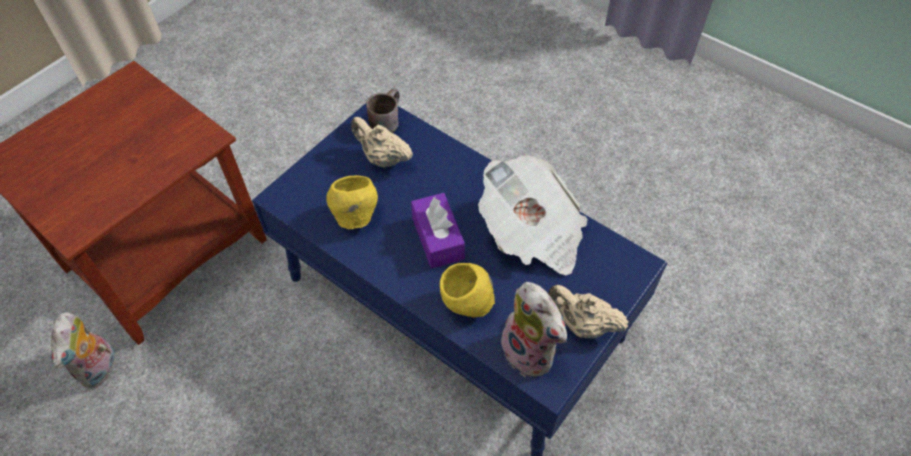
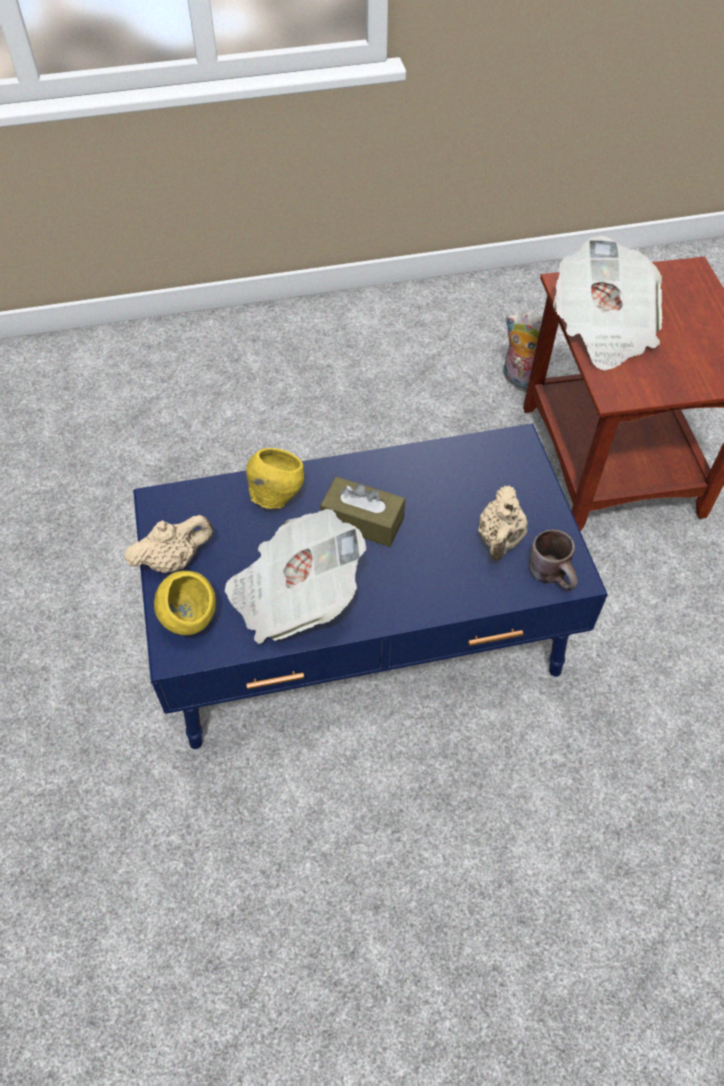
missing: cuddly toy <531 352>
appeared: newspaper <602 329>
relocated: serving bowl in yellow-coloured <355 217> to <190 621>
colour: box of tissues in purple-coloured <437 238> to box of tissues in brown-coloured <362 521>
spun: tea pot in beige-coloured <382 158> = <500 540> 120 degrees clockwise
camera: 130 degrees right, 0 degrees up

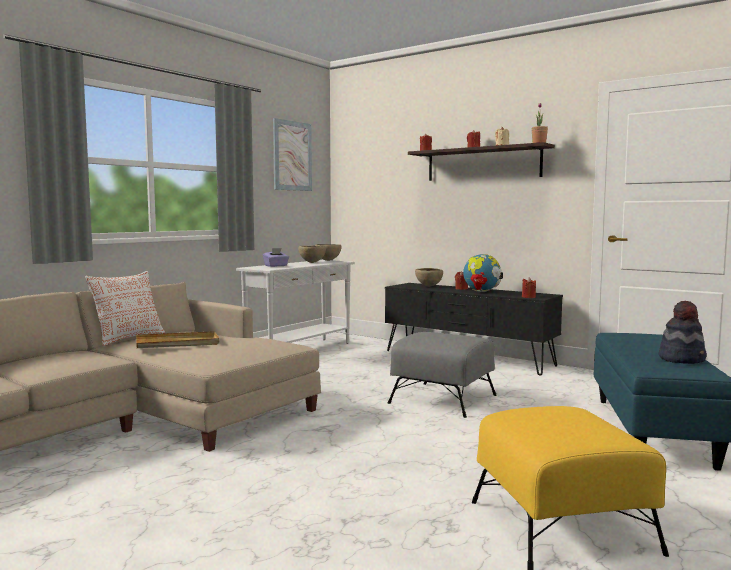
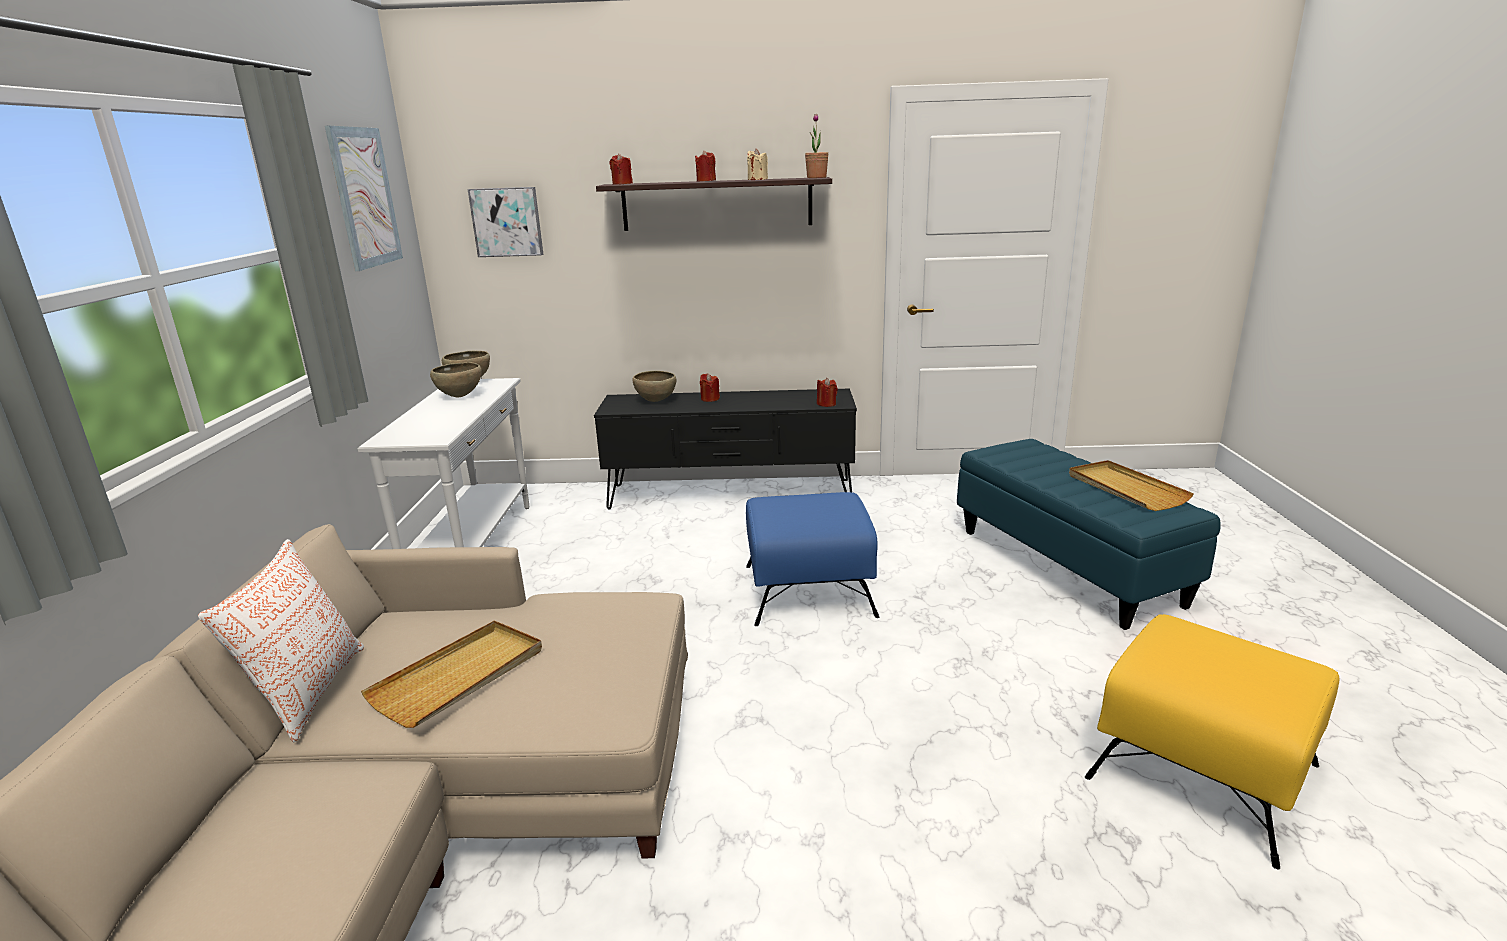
missing: box of tissues in purple-coloured <276 266>; world globe <481 292>
appeared: wall picture <507 222>
exchanged: hat <682 359> to serving tray in beige-coloured <1125 489>
colour: pouffe in greyish <443 399> to pouffe in blue <809 590>
camera: 35 degrees left, 15 degrees up

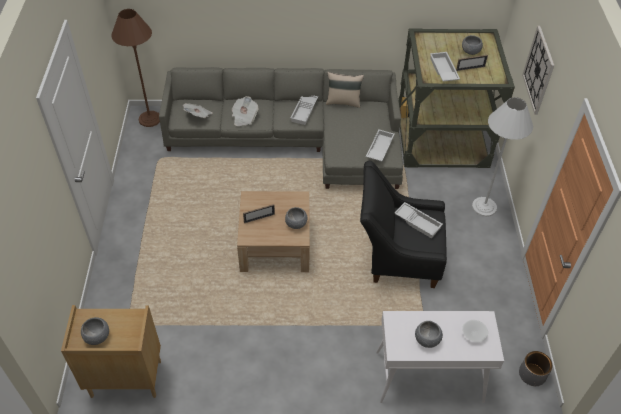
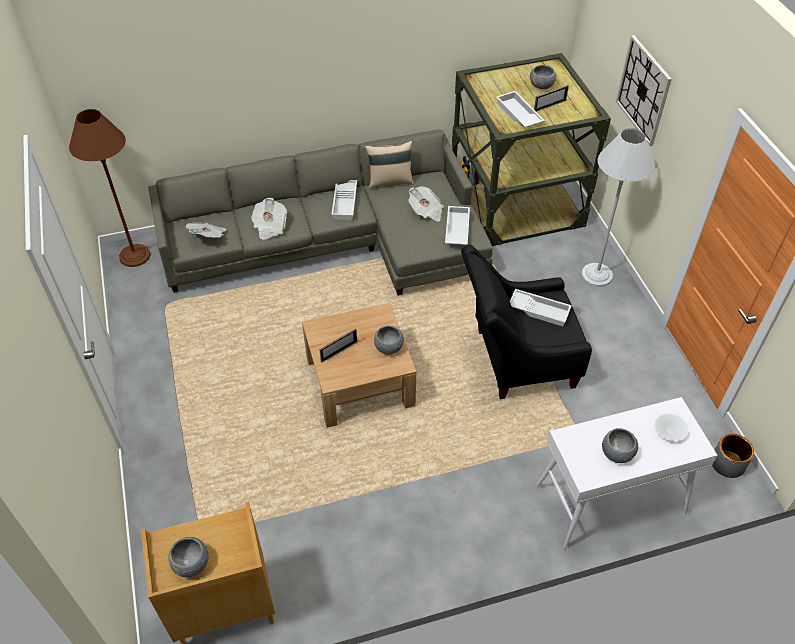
appeared: newspaper <426 211>
camera: 15 degrees left, 0 degrees up

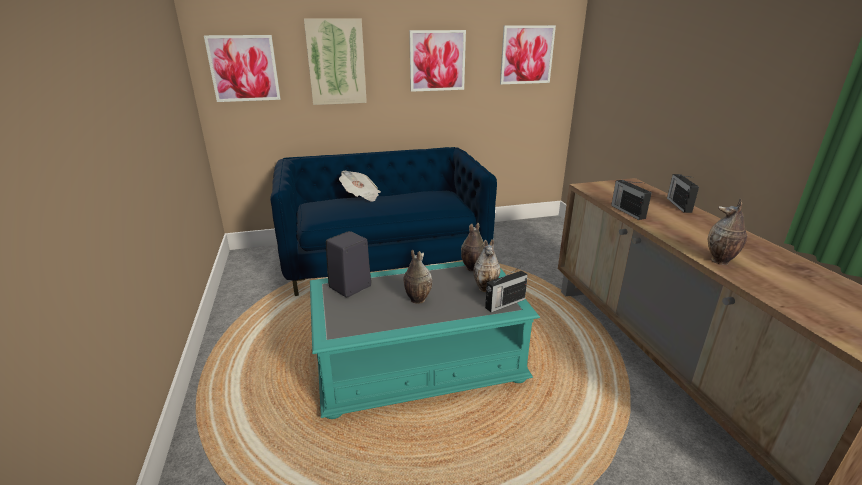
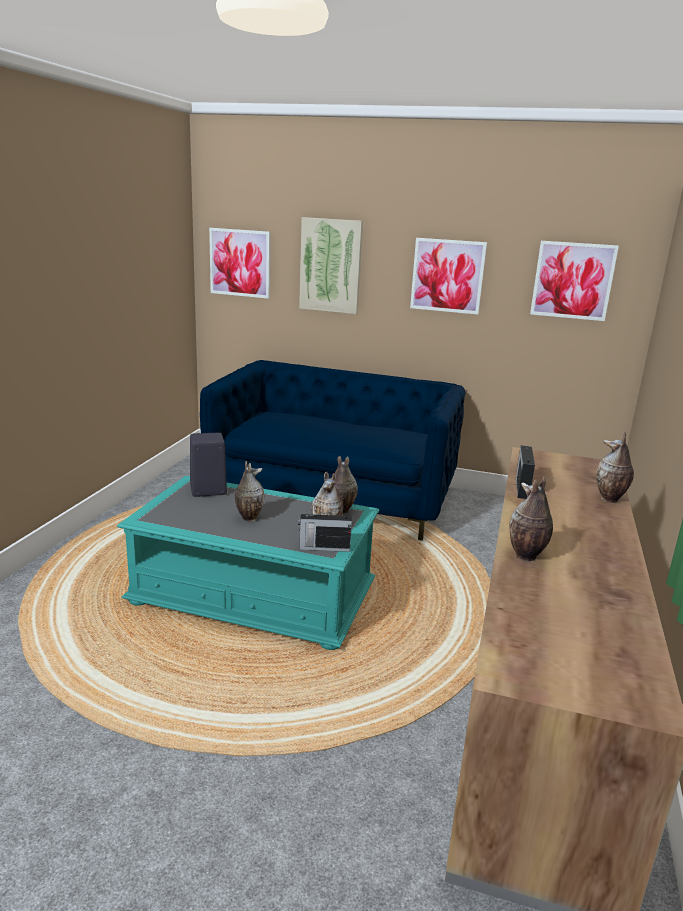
missing: newspaper <361 196>
exchanged: radio <678 205> to vase <609 499>
camera: 30 degrees right, 5 degrees down

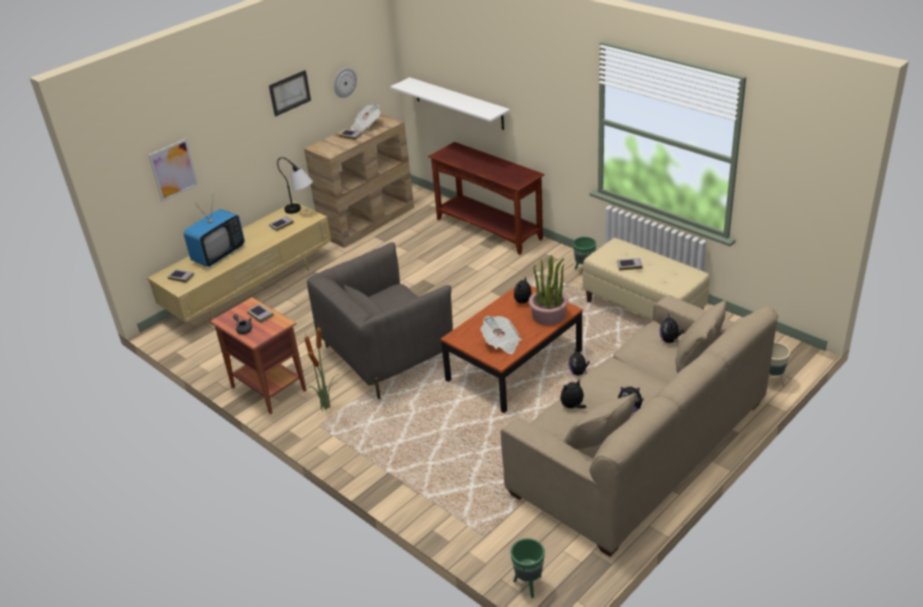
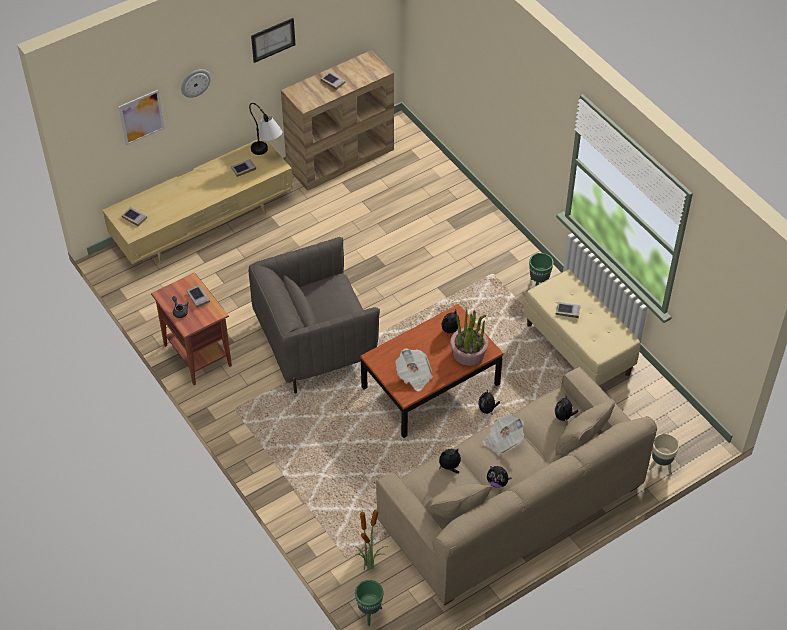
missing: wall shelf in whitish <458 103>; narrow table in brown-coloured <489 229>; TV set <218 255>
relocated: clock on the wall <344 82> to <195 82>; newspaper <366 126> to <502 441>; potted plant <326 406> to <370 566>
camera: 10 degrees right, 15 degrees up

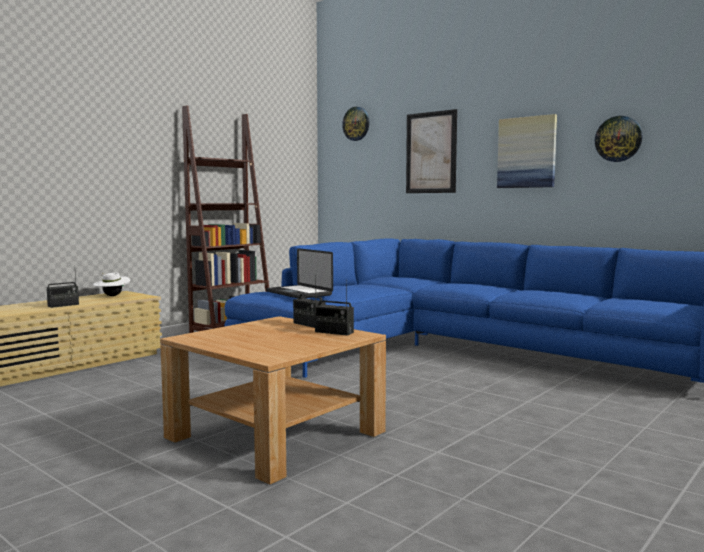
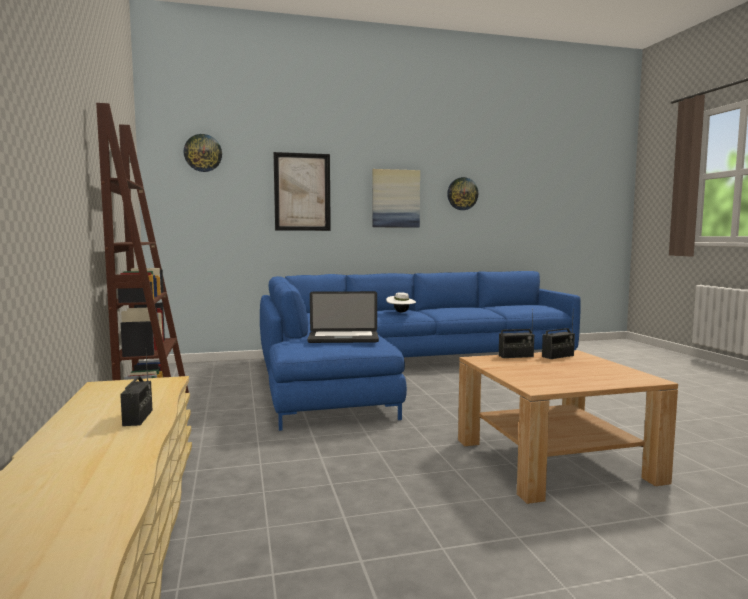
relocated: hat in whitish <112 296> to <401 312>
camera: 55 degrees left, 0 degrees up

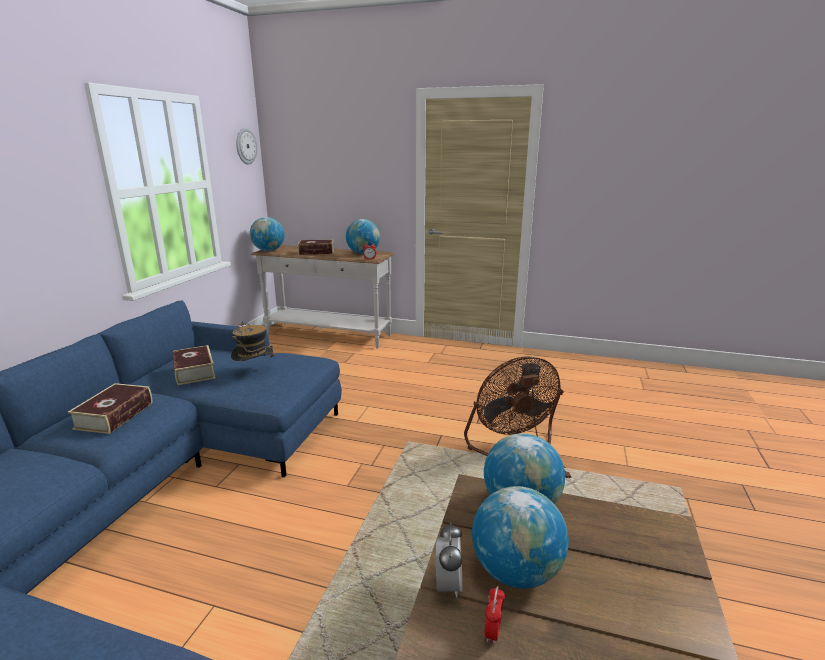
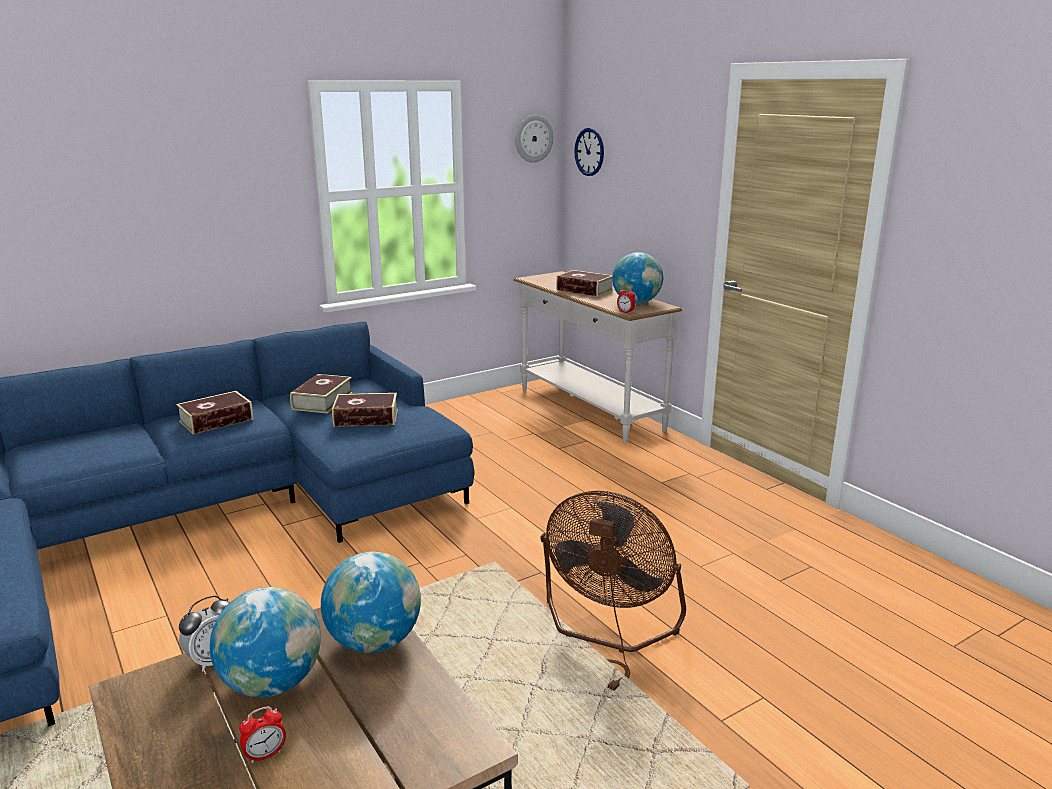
missing: world globe <268 250>
appeared: clock on the wall <589 152>
relocated: alarm clock <492 631> to <265 755>
exchanged: hat <254 372> to book <366 418>
camera: 40 degrees right, 0 degrees up

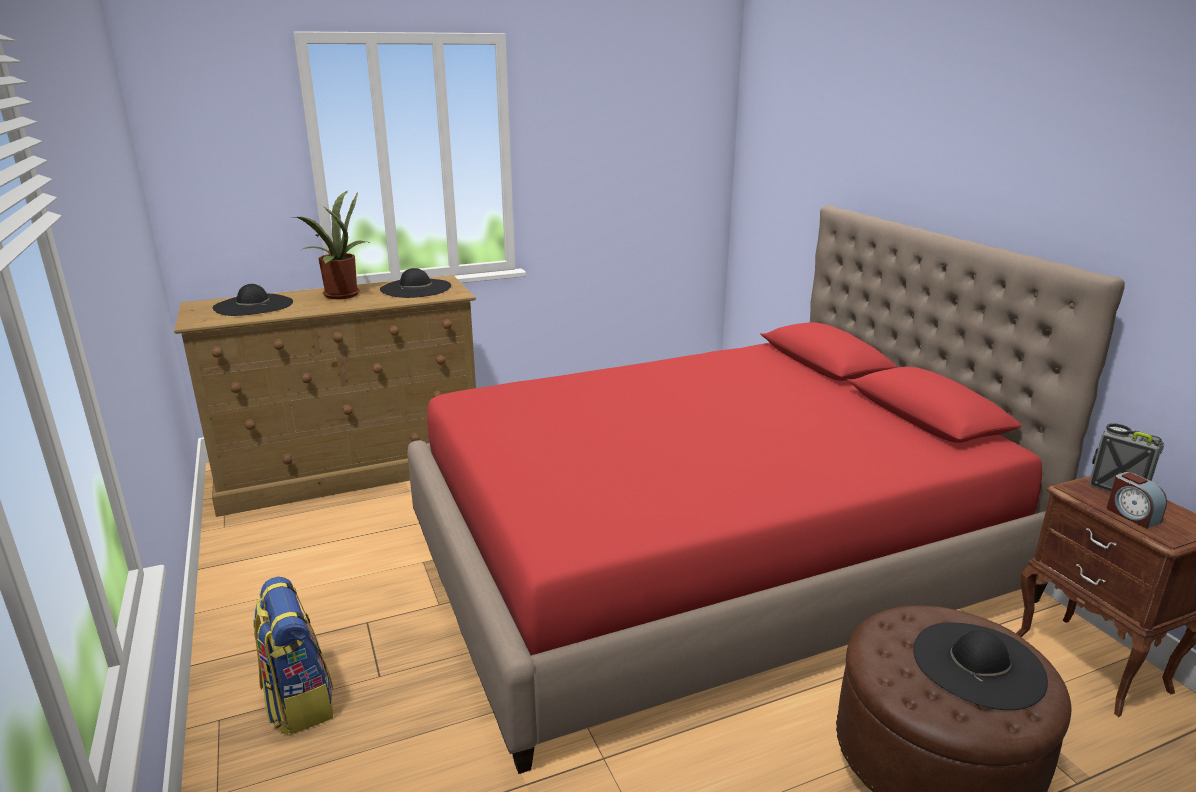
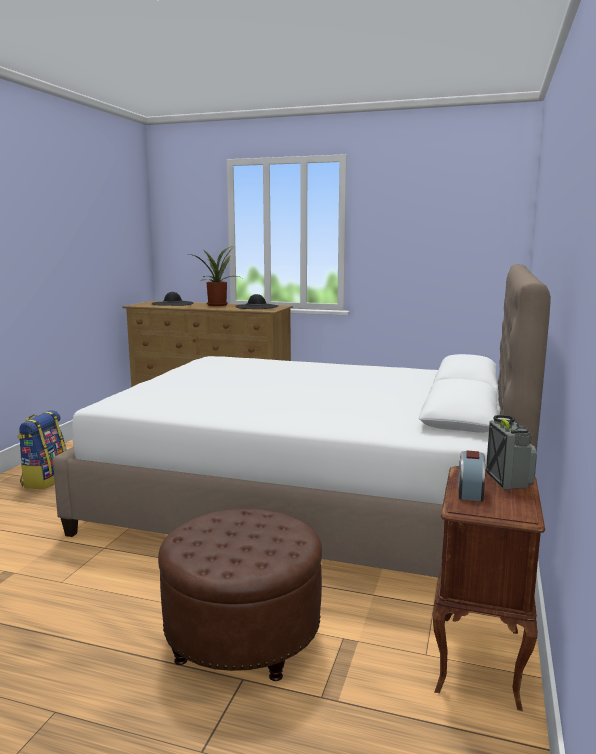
missing: hat in black <978 664>
colour: sleeping bed in reddish <708 561> to sleeping bed in whitish <311 503>
camera: 40 degrees right, 10 degrees down

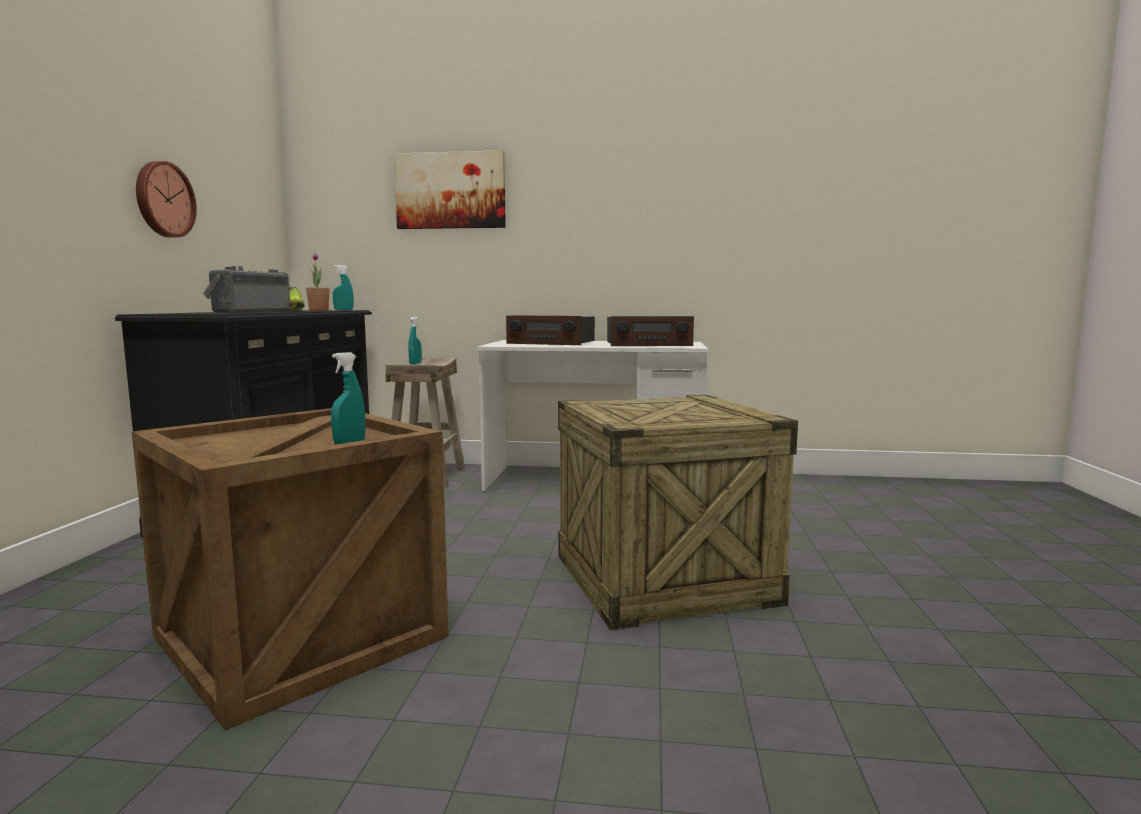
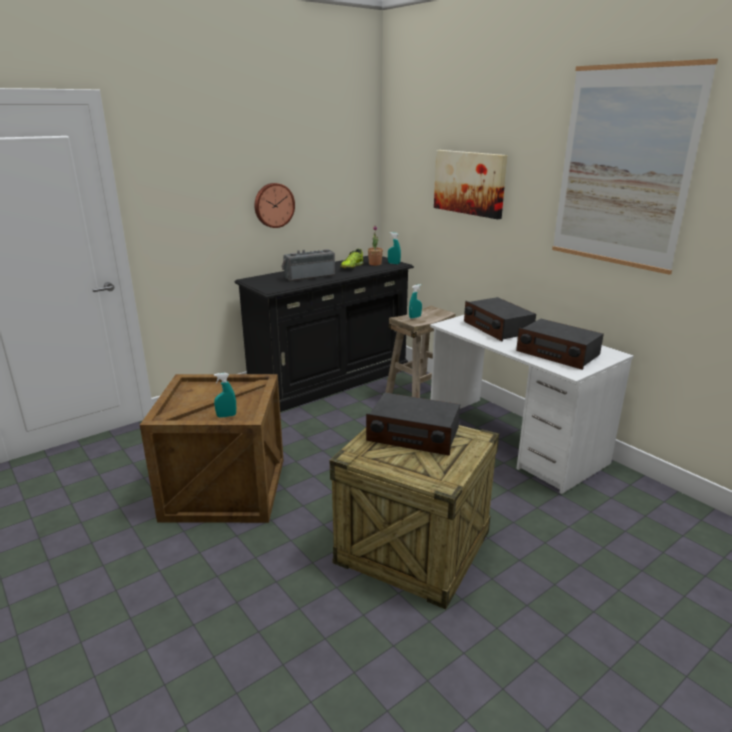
appeared: wall picture <623 168>; radio <413 435>
camera: 45 degrees right, 15 degrees up

